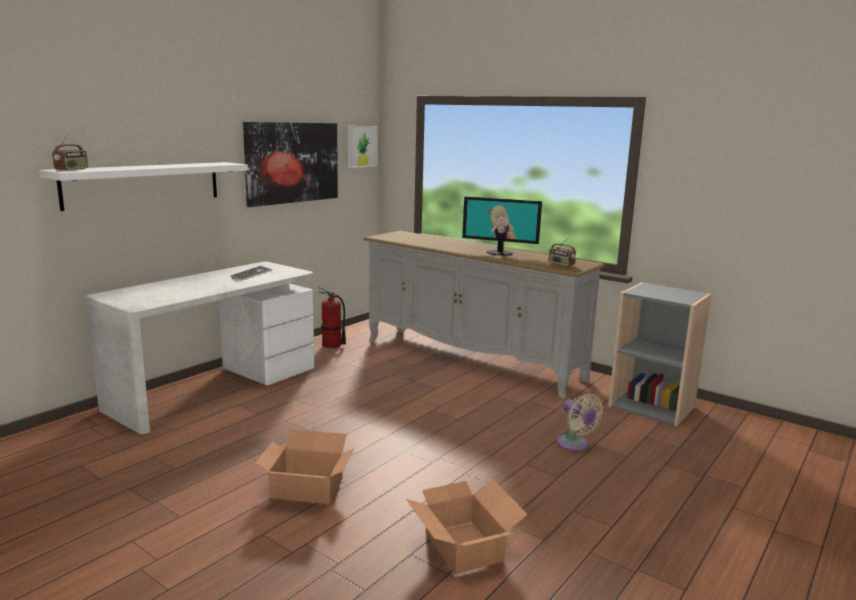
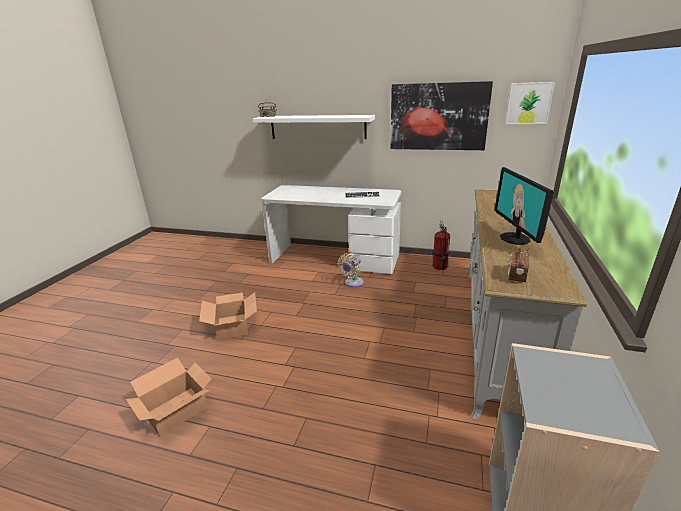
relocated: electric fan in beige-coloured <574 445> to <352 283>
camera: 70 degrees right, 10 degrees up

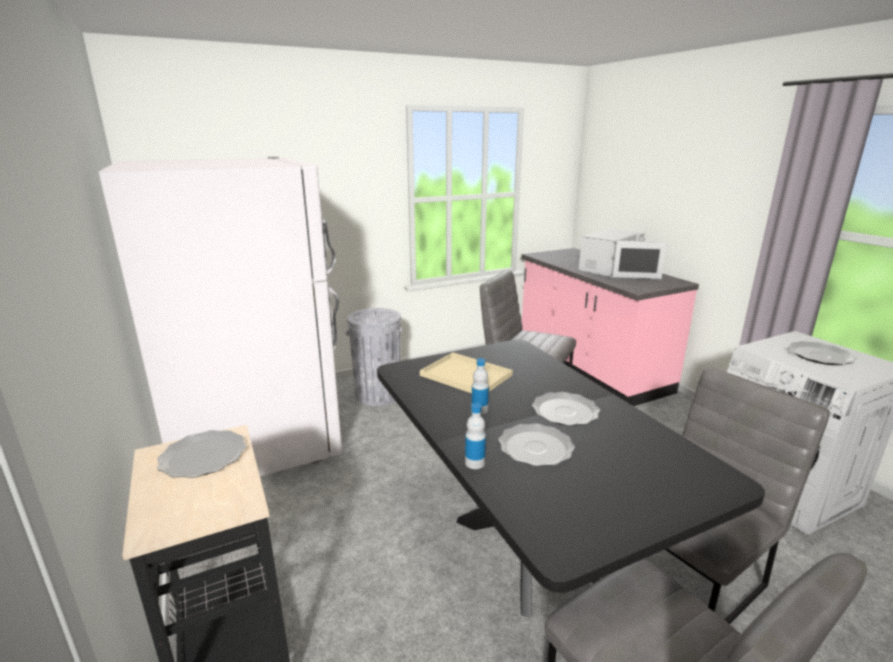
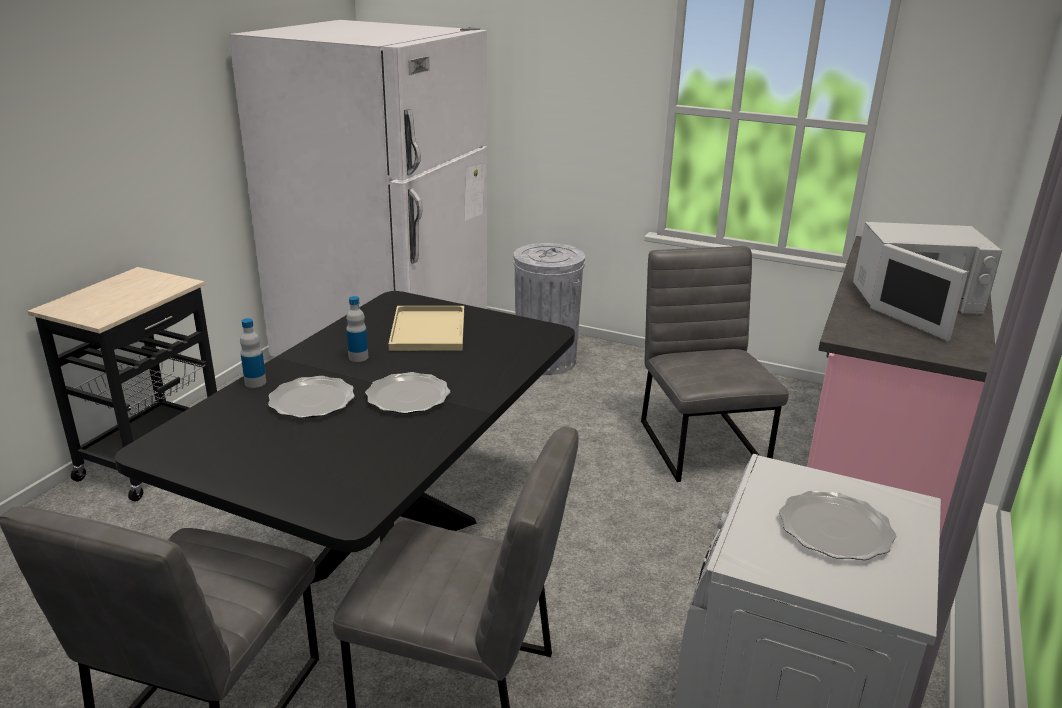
missing: plate <203 457>
camera: 50 degrees right, 5 degrees up

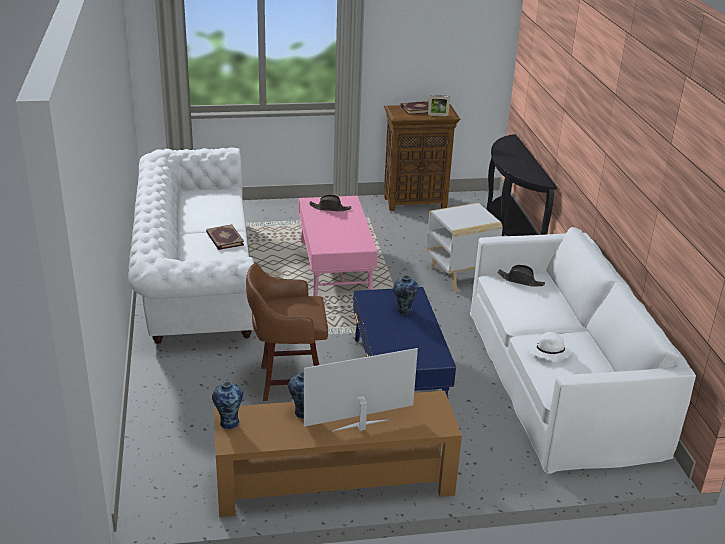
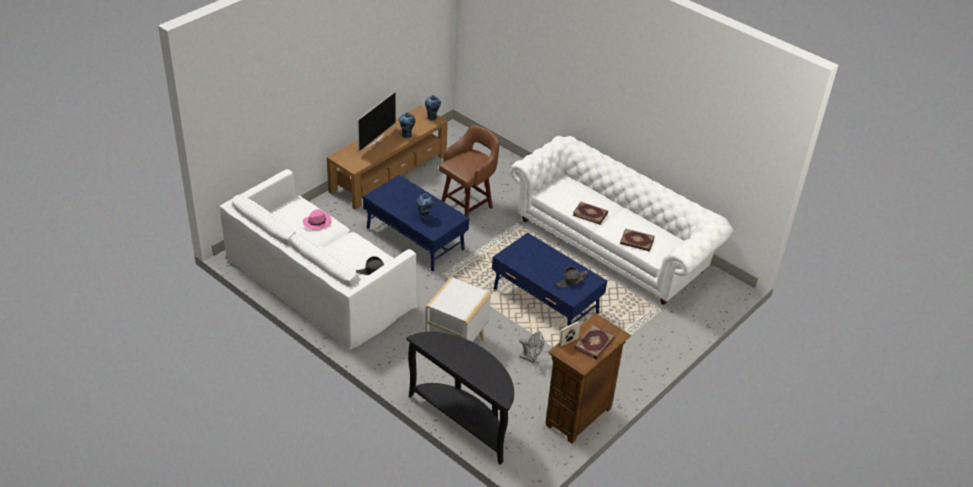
appeared: book <637 241>; electric fan in greyish <531 358>
colour: coffee table in pinkish <334 267> to coffee table in blue <546 301>; hat in whitish <549 352> to hat in pinkish <317 222>
camera: 140 degrees right, 10 degrees up

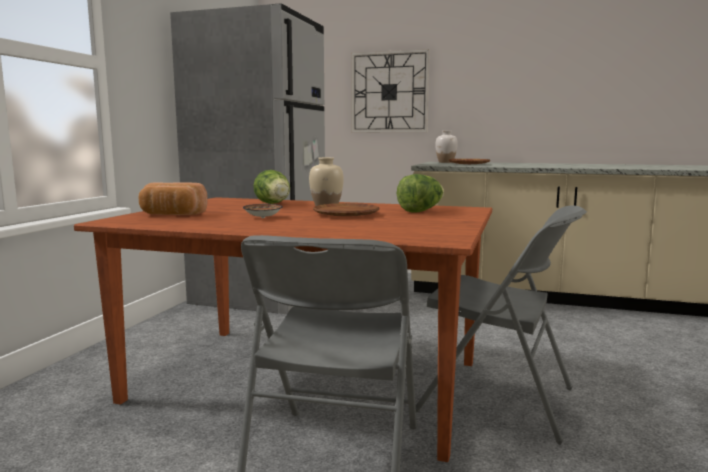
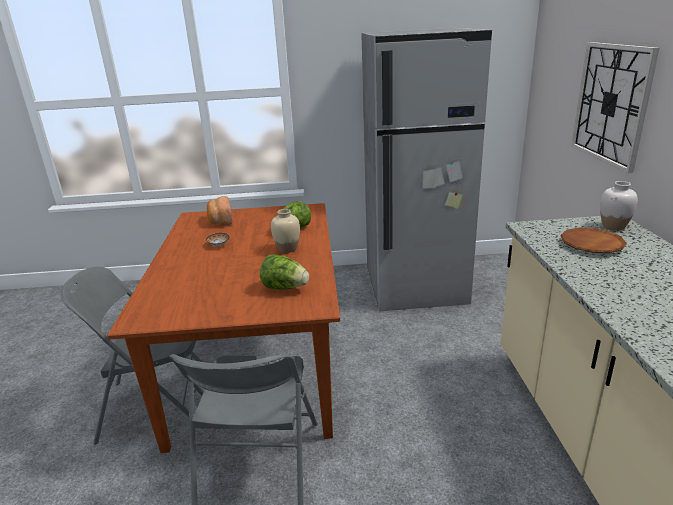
missing: plate in brown-coloured <346 214>
camera: 70 degrees right, 15 degrees up

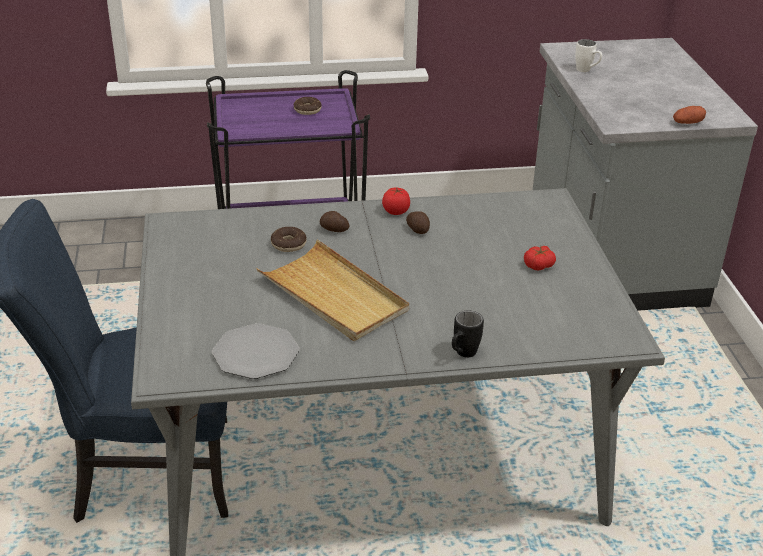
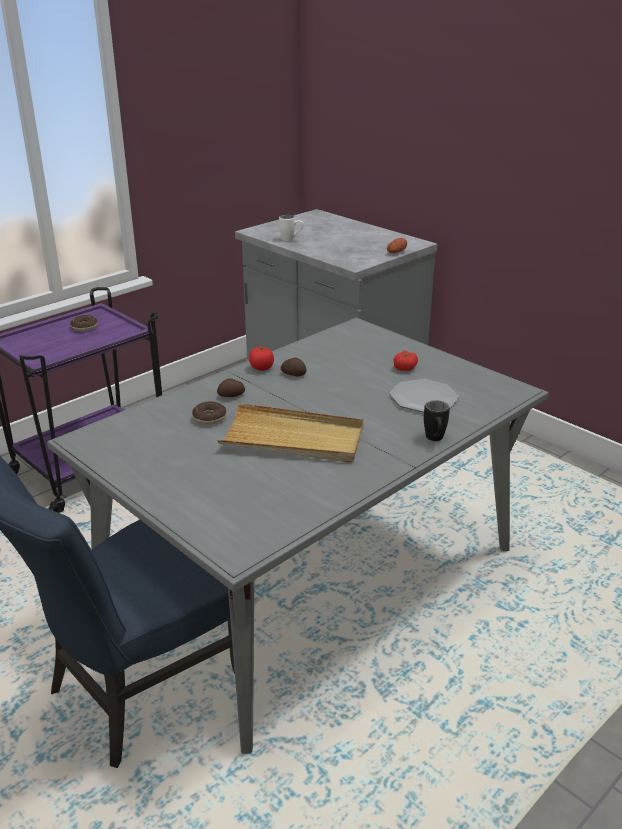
relocated: plate <256 353> to <424 398>
camera: 35 degrees left, 5 degrees down

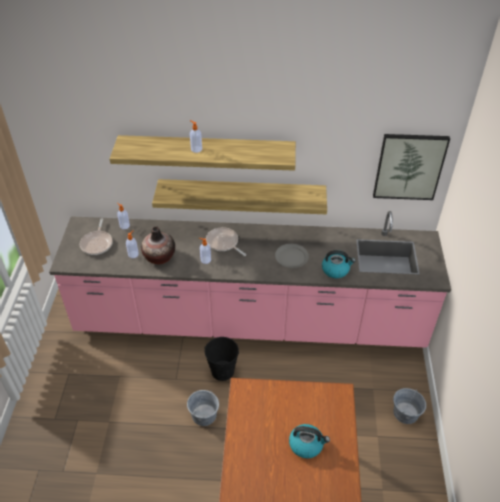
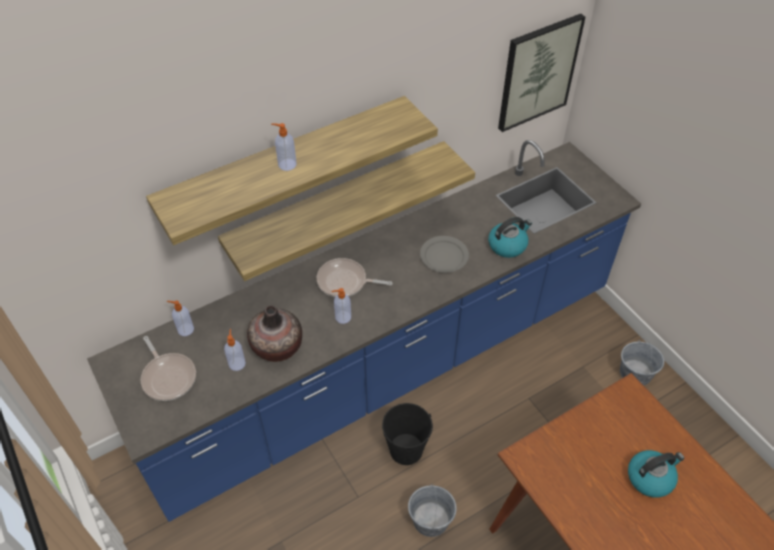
colour: kitchen counter in pinkish <250 321> to kitchen counter in blue <387 368>
camera: 35 degrees left, 5 degrees up

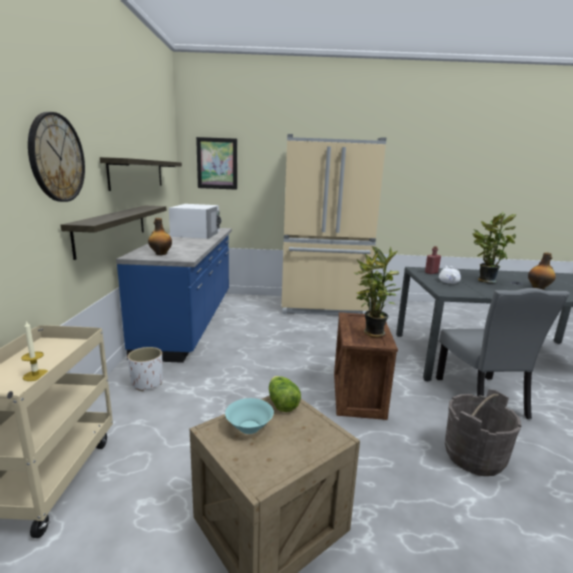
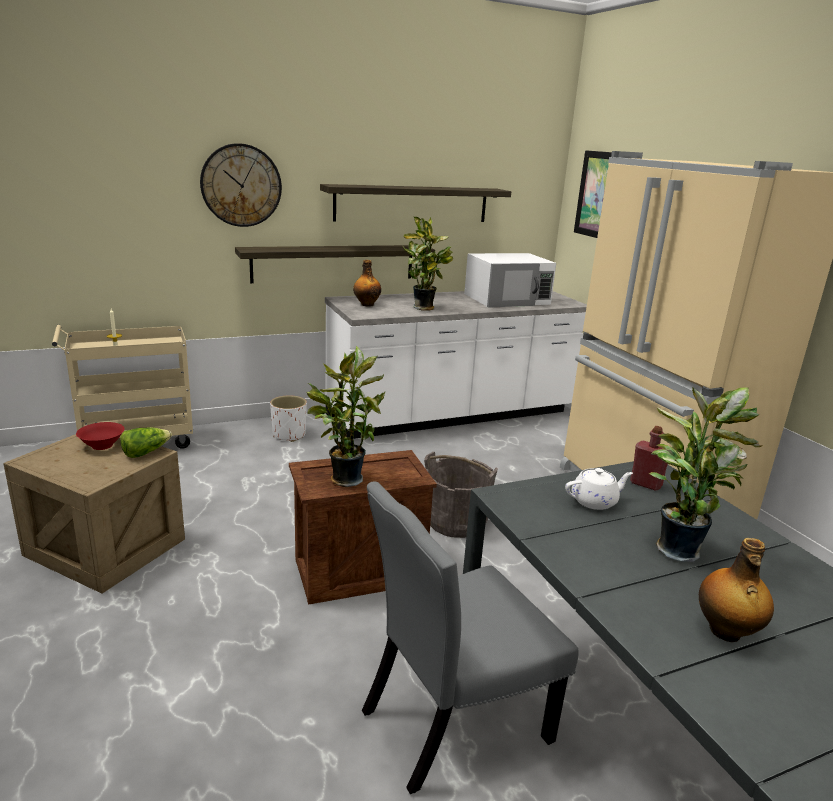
appeared: potted plant <425 308>
relocated: pail in greyish <473 456> to <456 521>
colour: kitchen counter in blue <190 321> to kitchen counter in whitish <451 415>; serving bowl in turquoise-coloured <249 426> to serving bowl in reddish <103 445>
camera: 65 degrees right, 5 degrees up

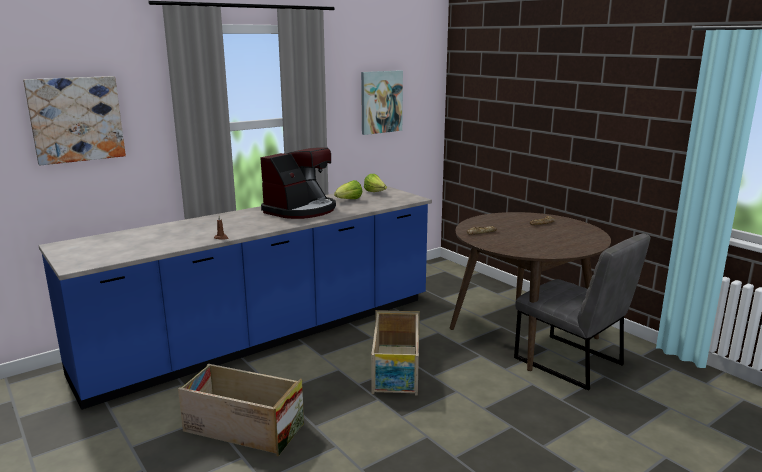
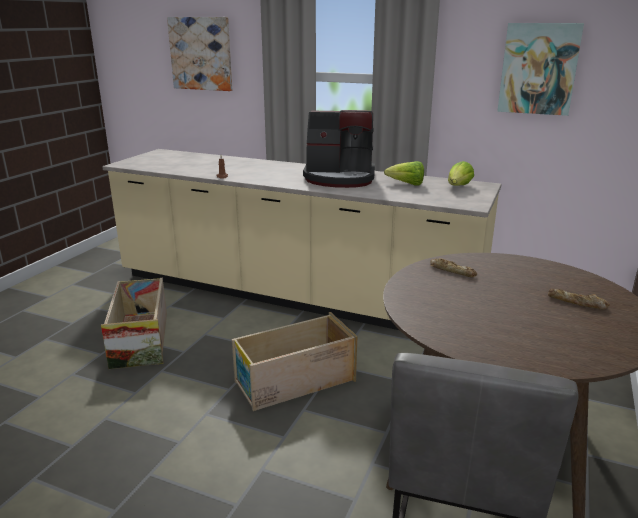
colour: kitchen counter in blue <266 336> to kitchen counter in beige-coloured <293 295>
camera: 60 degrees right, 5 degrees up

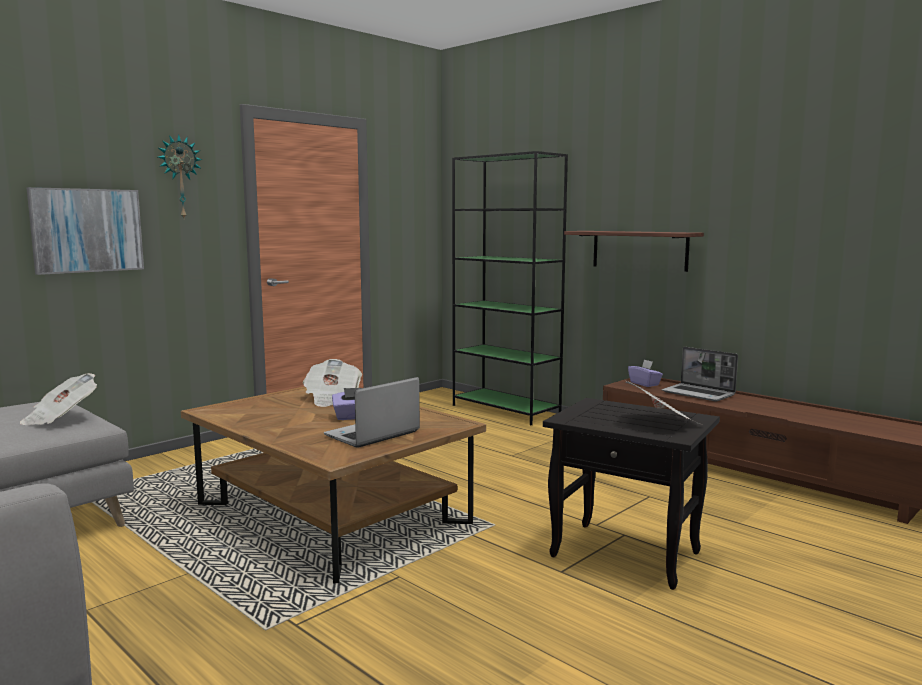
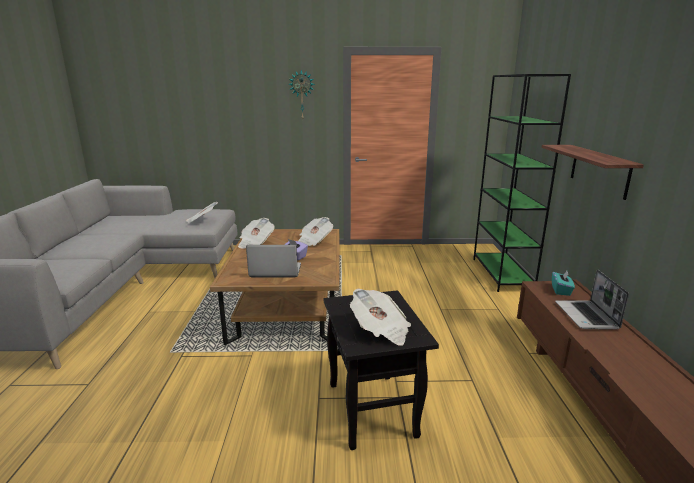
missing: wall picture <87 230>
appeared: newspaper <255 243>
colour: box of tissues in purple-coloured <644 384> to box of tissues in turquoise-coloured <561 290>
camera: 45 degrees right, 10 degrees up

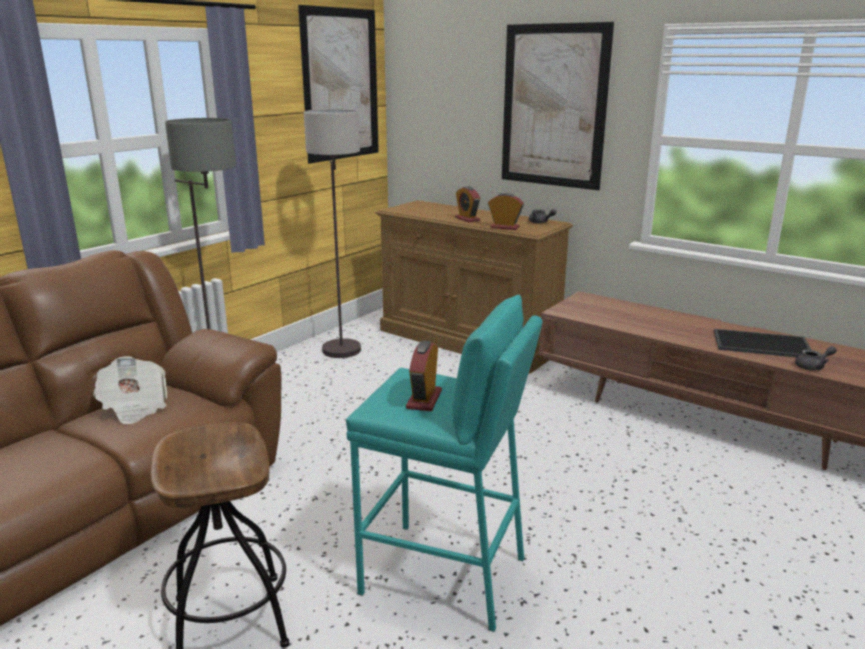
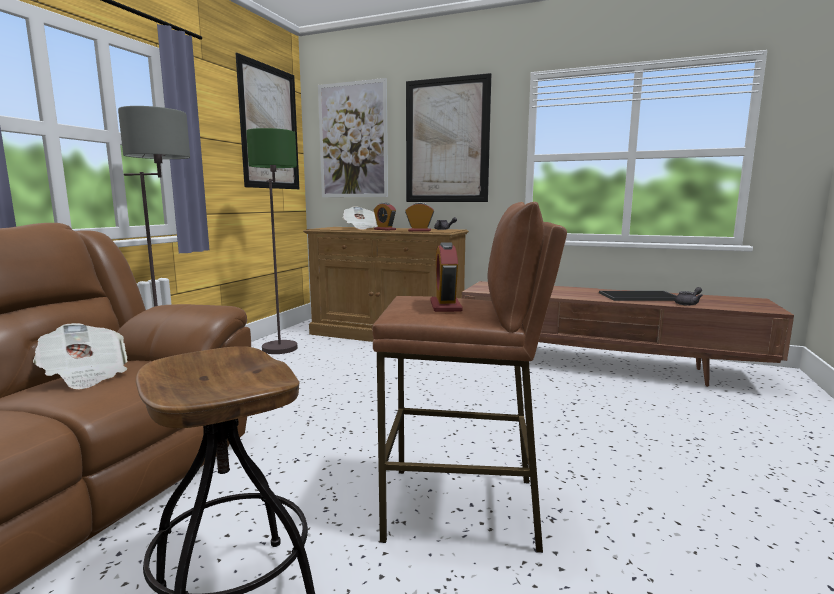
appeared: wall picture <353 140>; newspaper <361 228>
colour: standard lamp in greyish <343 355> to standard lamp in green <282 351>; stool seat in turquoise-coloured <444 575> to stool seat in brown-coloured <462 508>
camera: 15 degrees left, 10 degrees down

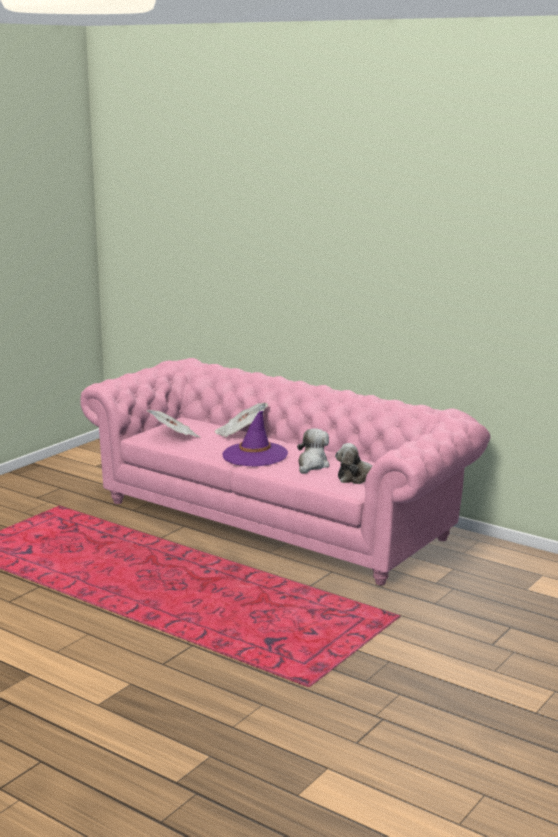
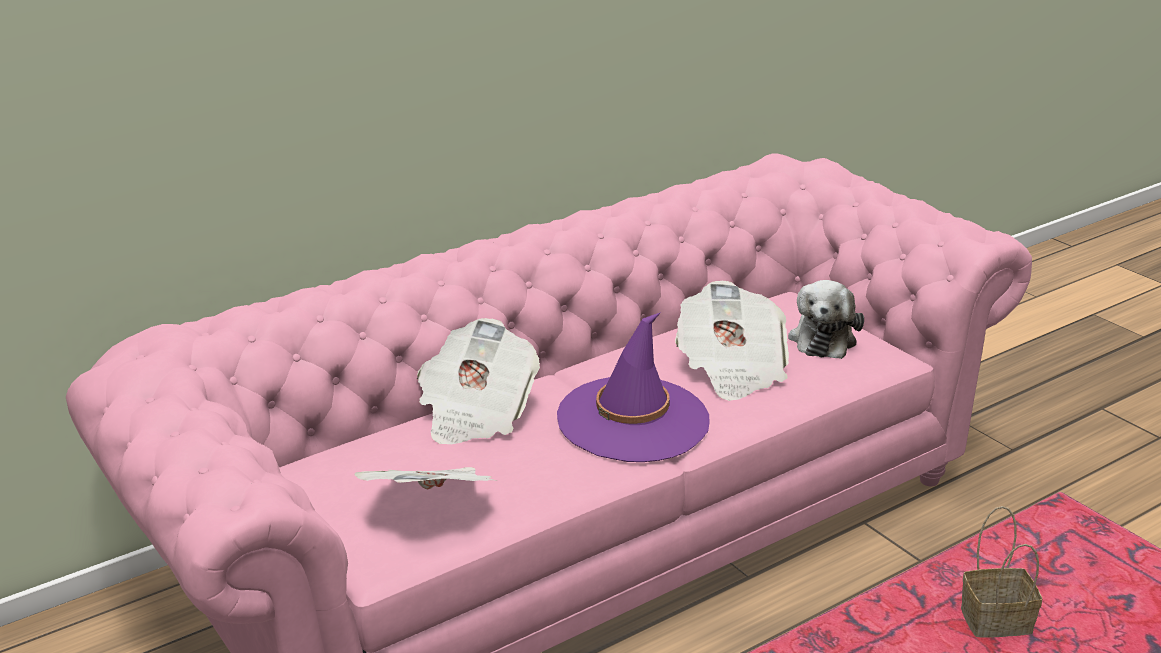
appeared: basket <997 621>
exchanged: cuddly toy <312 465> to newspaper <731 369>
camera: 70 degrees left, 10 degrees up

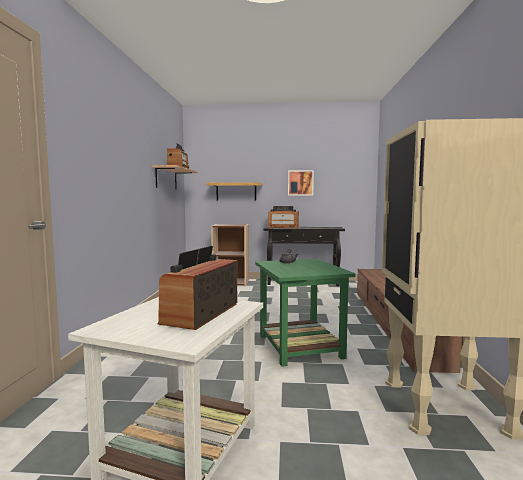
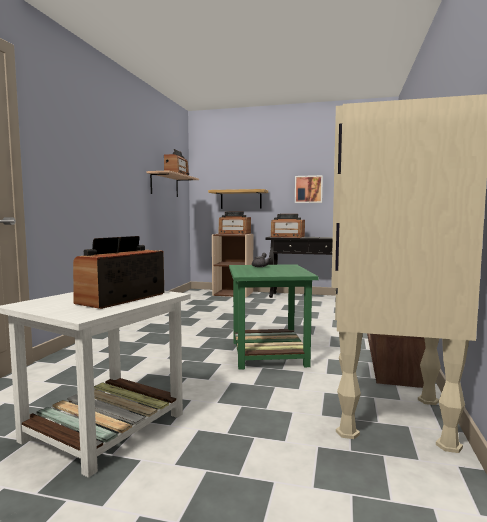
appeared: radio <234 233>
camera: 10 degrees right, 0 degrees up

